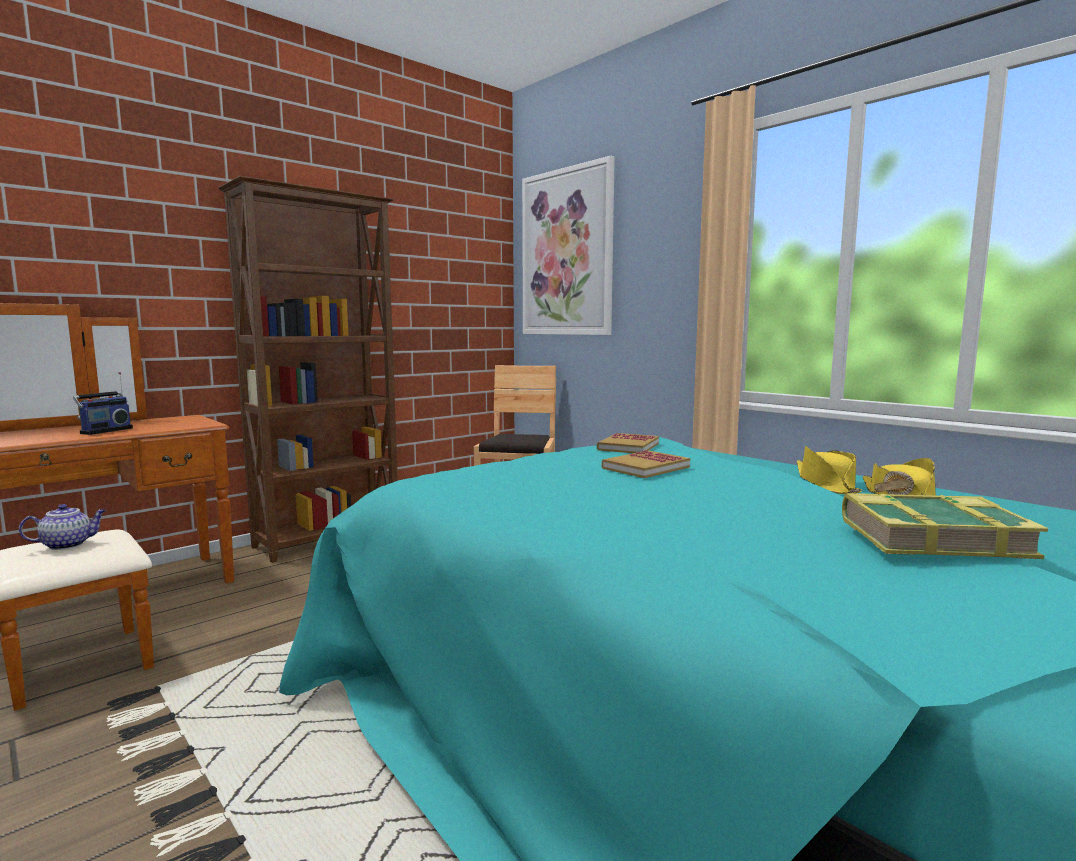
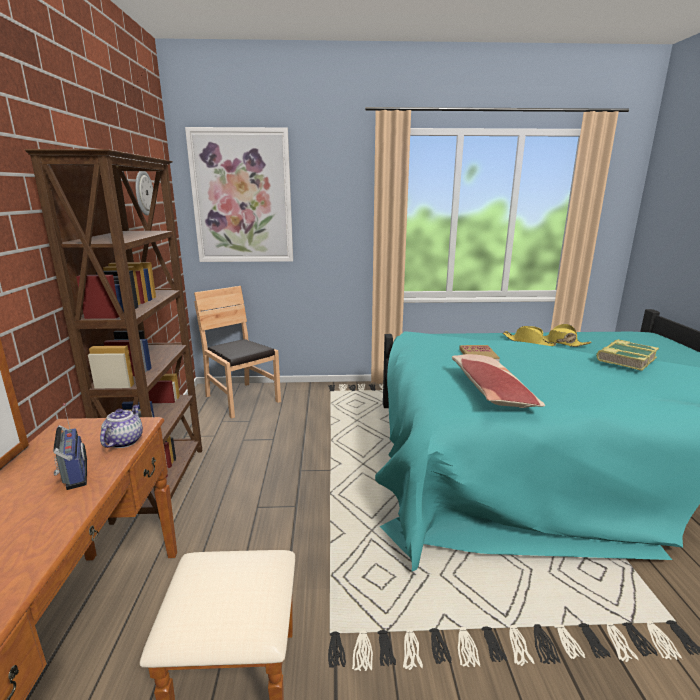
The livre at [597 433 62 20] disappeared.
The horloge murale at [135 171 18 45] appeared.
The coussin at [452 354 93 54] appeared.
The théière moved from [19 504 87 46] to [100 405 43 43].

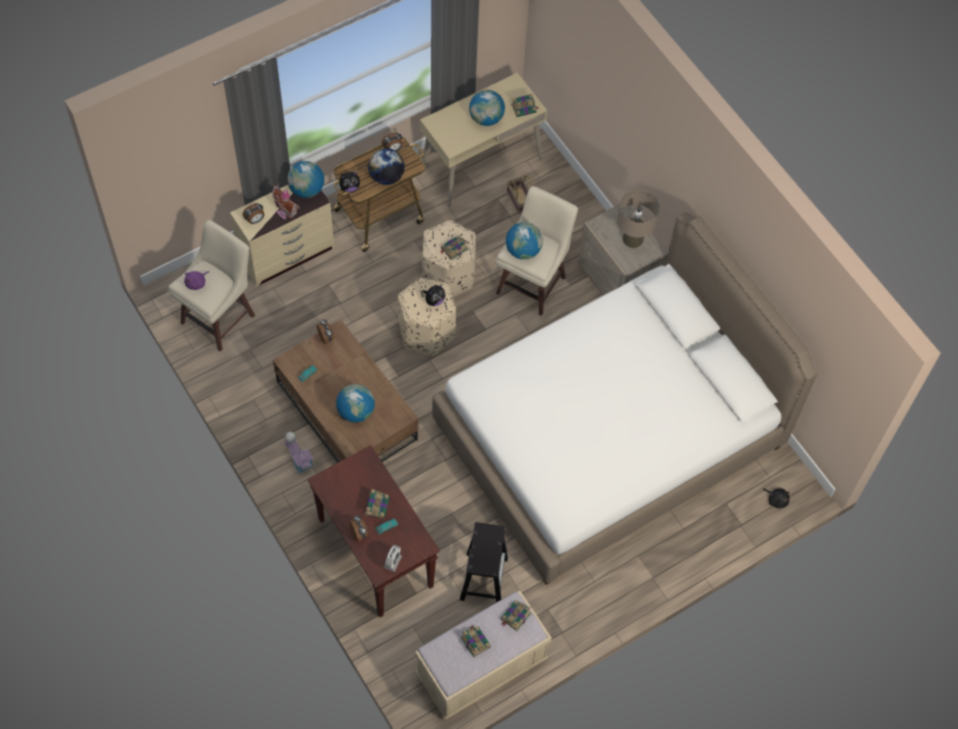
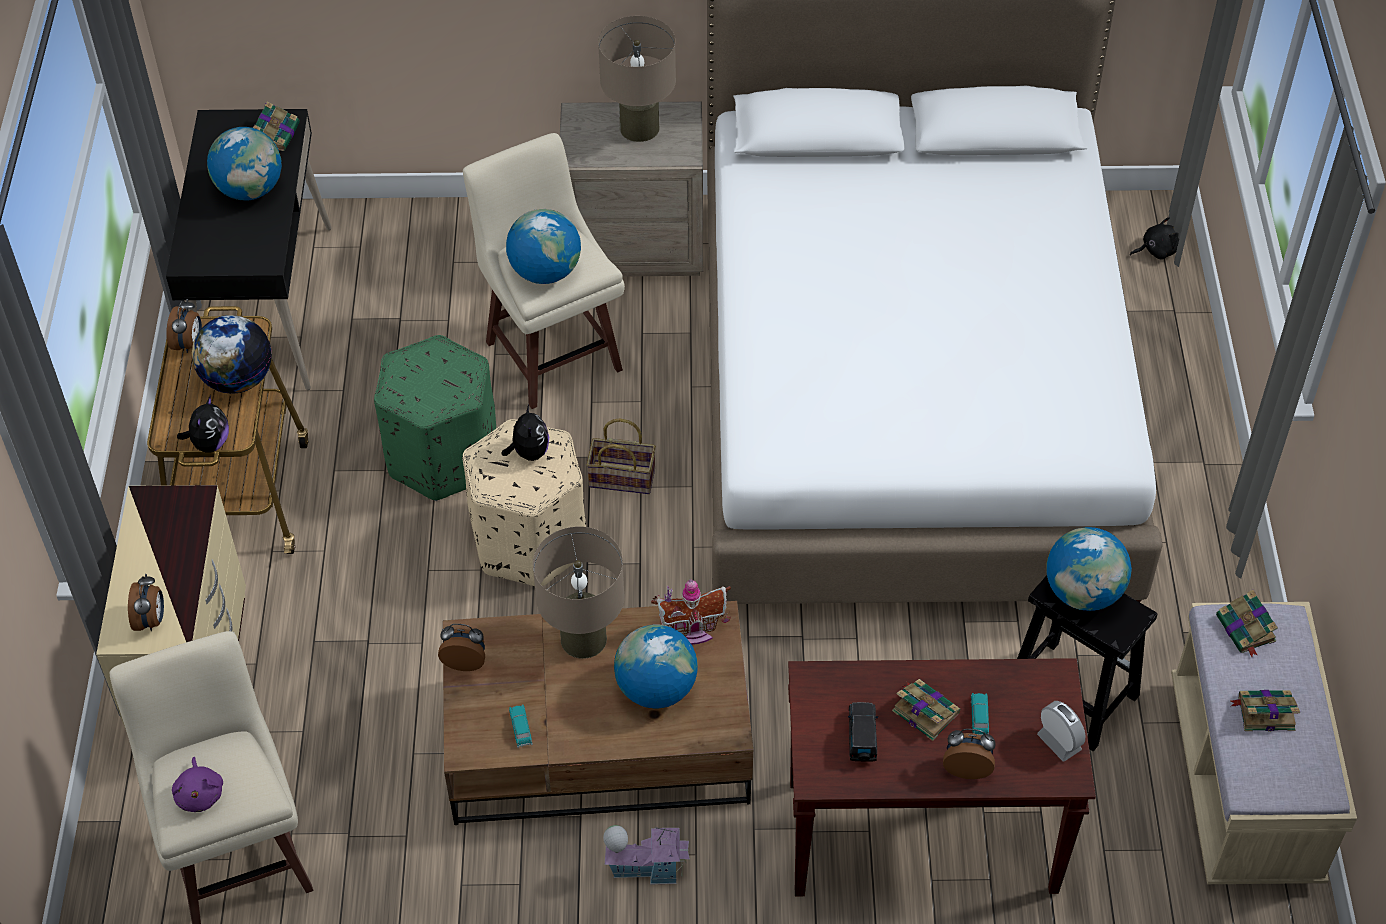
The livre at [440 235 28 25] disappeared.
The lampe de table [beige] at [533 527 92 132] appeared.
The petite voiture [noir] at [848 702 30 60] appeared.
The maison miniature moved from [272 184 27 36] to [651 579 80 66].
The globe moved from [287 161 37 37] to [1046 527 86 84].
The panier moved from [507 175 25 39] to [586 418 70 76].
The bureau [beige] at [420 73 127 134] became the bureau [noir] at [166 109 165 281].
The pouf [beige] at [422 220 54 77] became the pouf [vert] at [374 335 122 166].

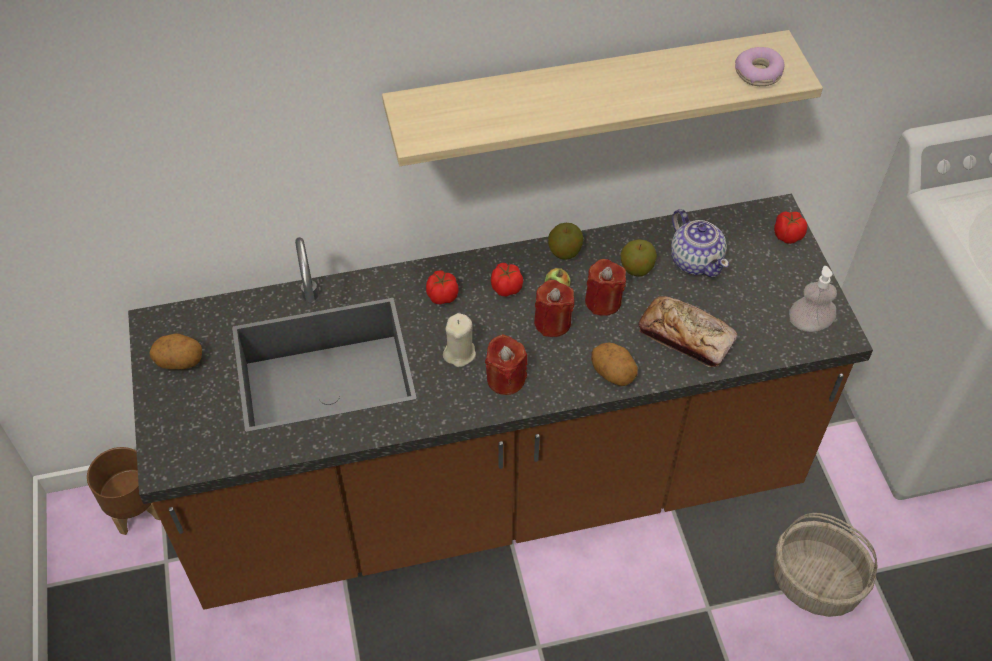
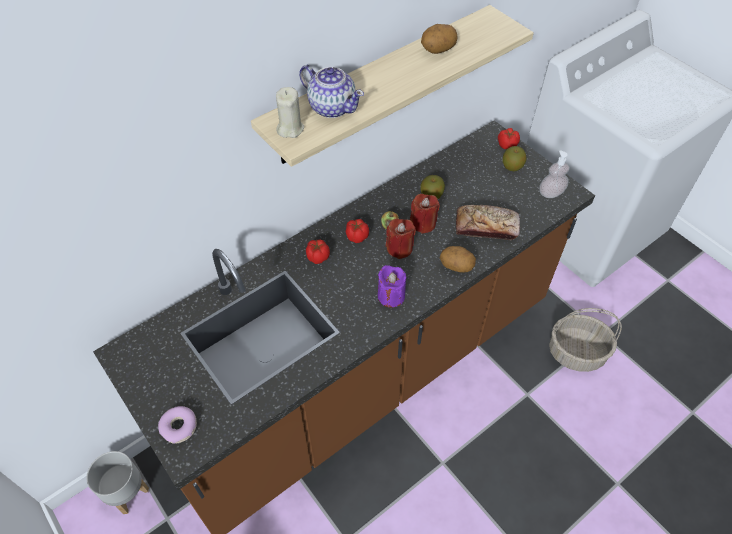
The pomme de terre moved from [149 334 53 35] to [421 24 37 30].
The bougie [beige] moved from [443 313 33 54] to [276 87 28 51].
The pomme moved from [548 223 35 37] to [502 146 24 25].
The théière moved from [671 209 58 68] to [299 65 65 53].
The beignet moved from [735 47 50 39] to [158 406 39 38].
The cache-pot [marron] at [87 447 73 88] became the cache-pot [gris] at [87 451 62 63].
The bougie [rouge] at [485 334 43 61] became the bougie [violet] at [378 265 29 43].

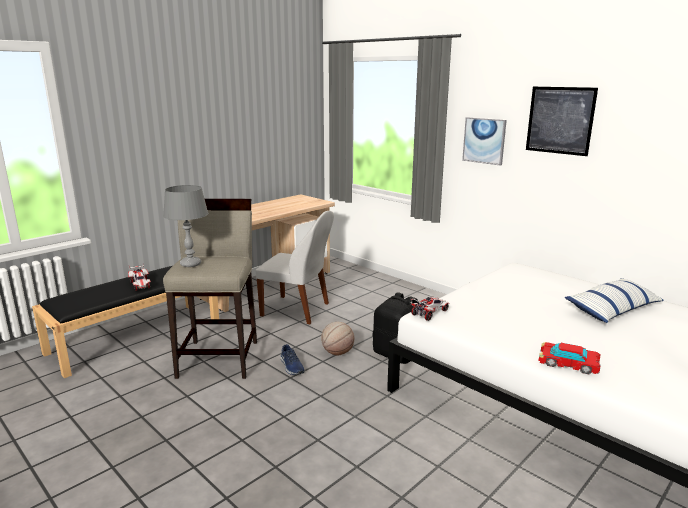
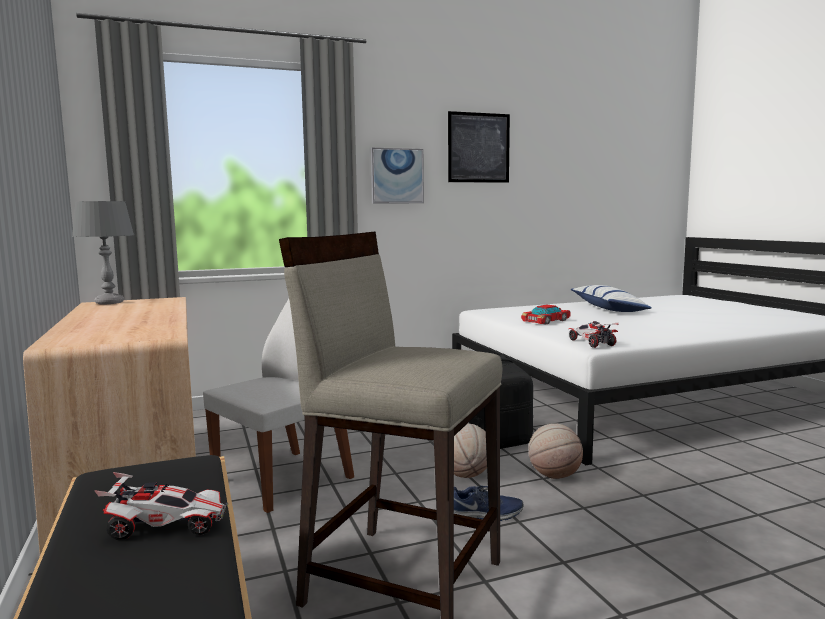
The ballon de basket at [528 424 55 55] appeared.
The lampe de table [gris] moved from [163 185 45 82] to [72 201 62 103].
The petite voiture moved from [539 342 62 32] to [521 305 50 20].

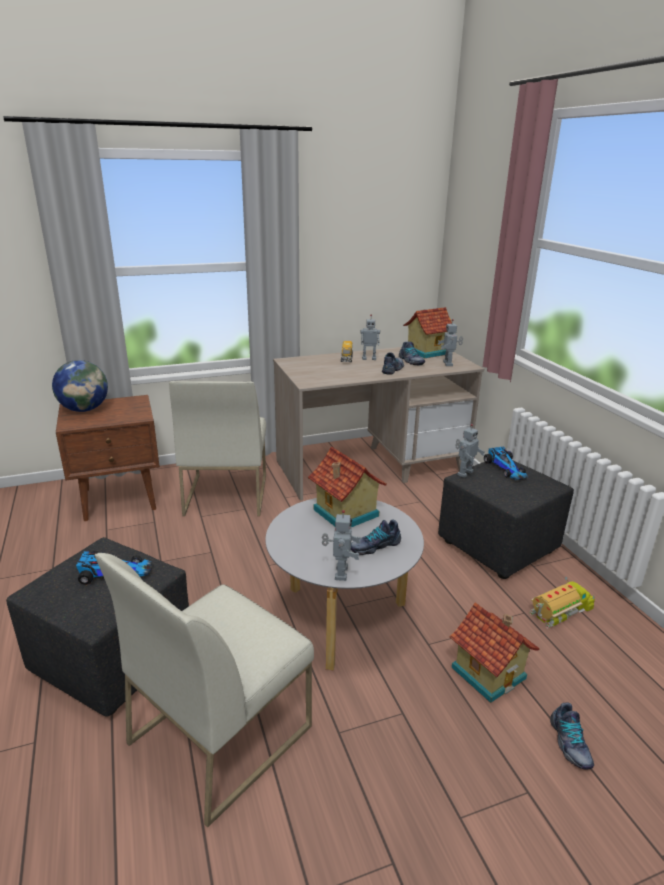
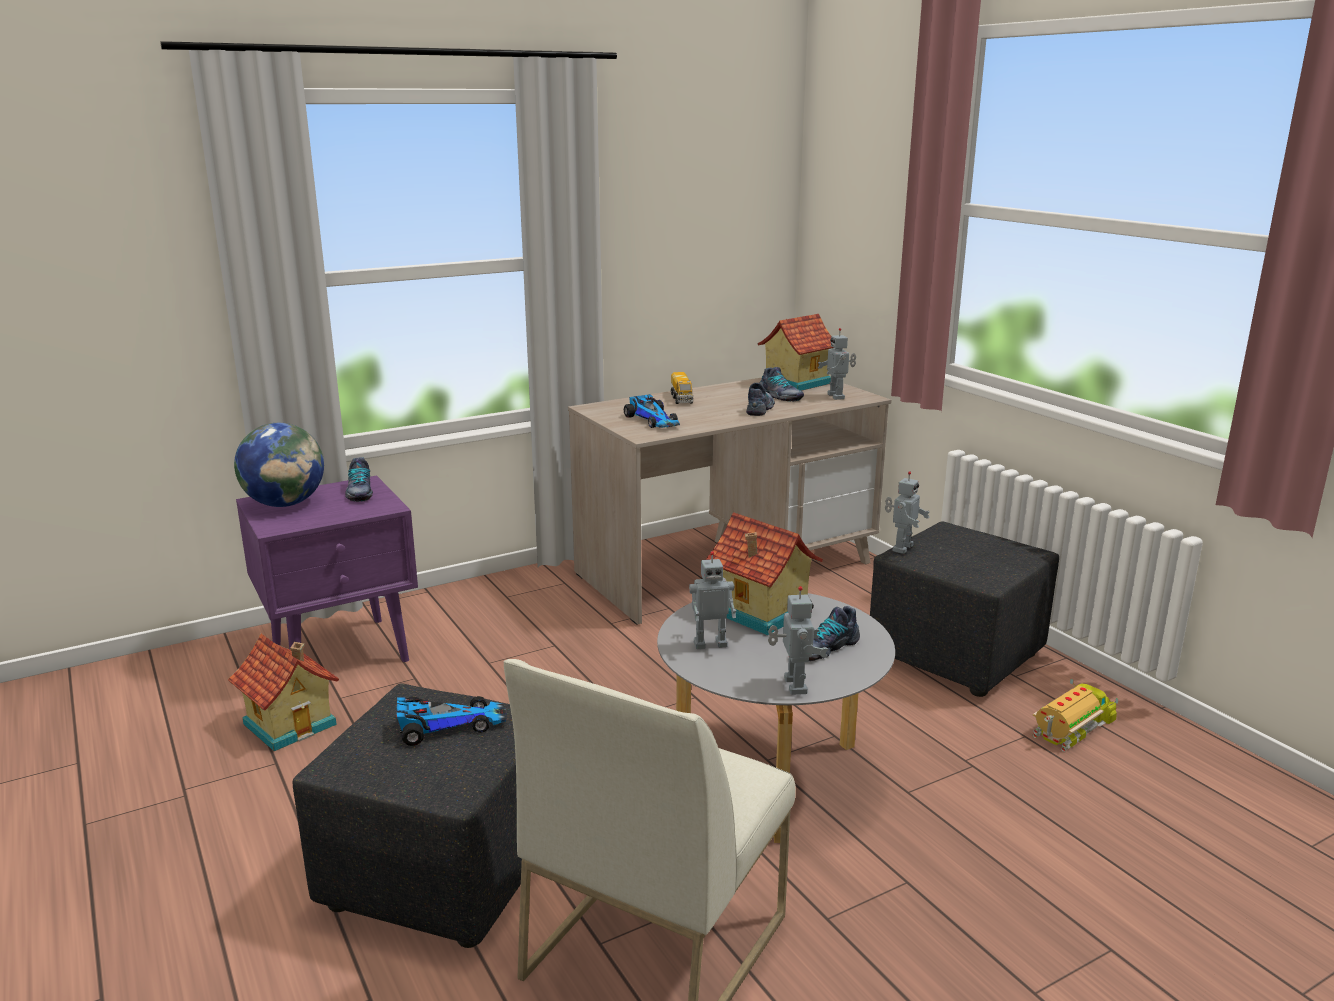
The chaise [blanc] at [169 381 97 135] disappeared.
The robot jouet moved from [361 315 19 45] to [689 551 47 98].
The maison miniature moved from [450 602 90 101] to [228 634 111 117].
The petite voiture moved from [484 446 44 34] to [623 394 57 34].
The chaussure moved from [550 703 44 67] to [345 457 28 45].
The table de chevet [marron] at [56 395 104 126] became the table de chevet [violet] at [236 476 182 186].

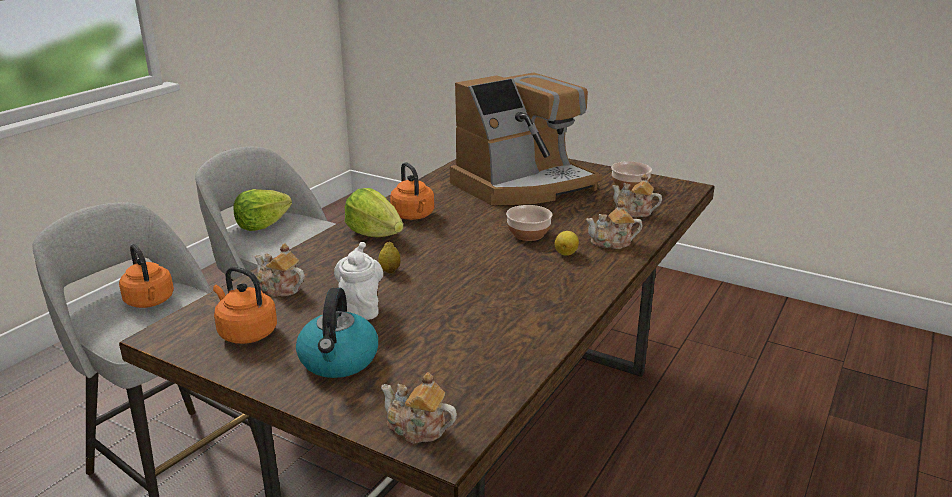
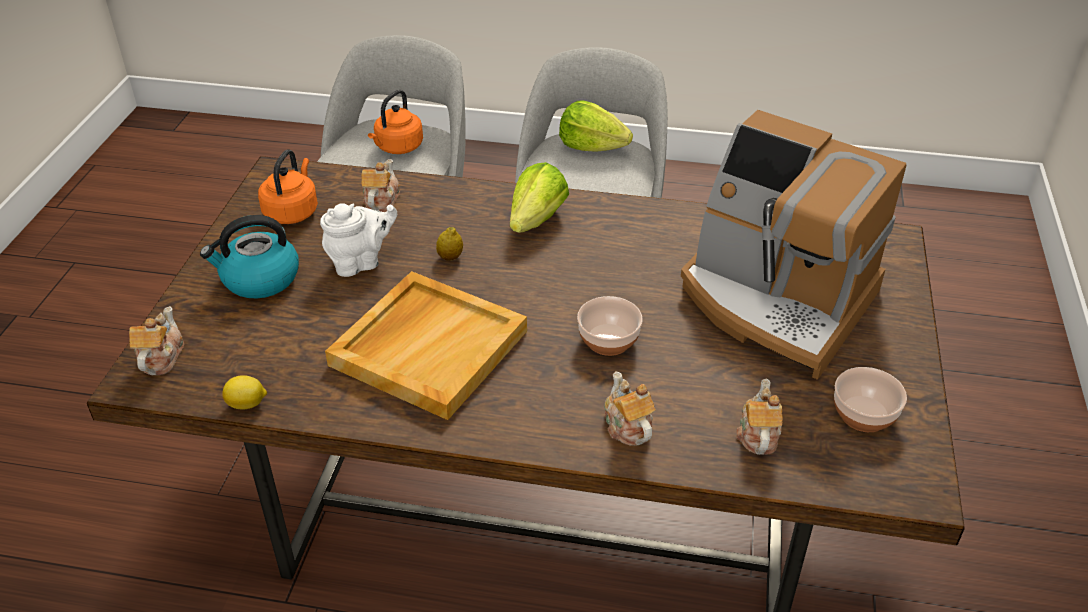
The bouilloire [orange] at [390 162 44 58] disappeared.
The plateau [beige] at [325 271 202 149] appeared.
The citron moved from [555 231 24 25] to [222 375 45 34].

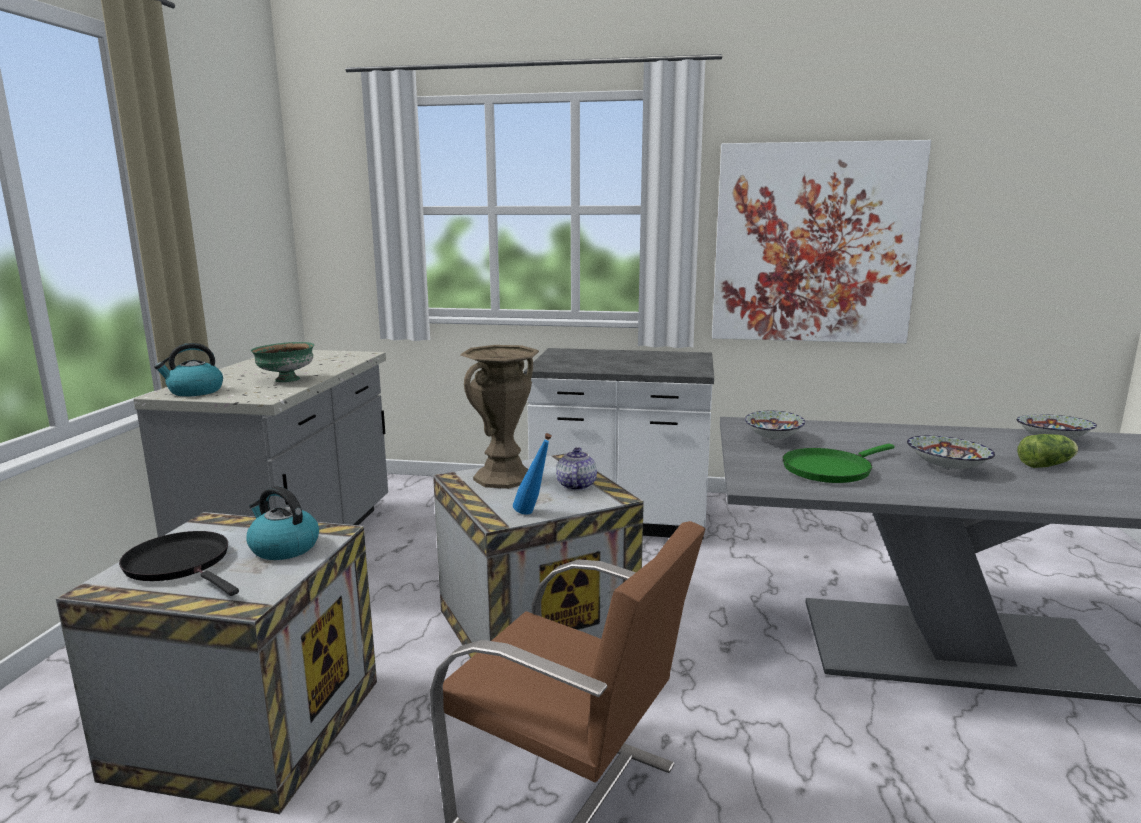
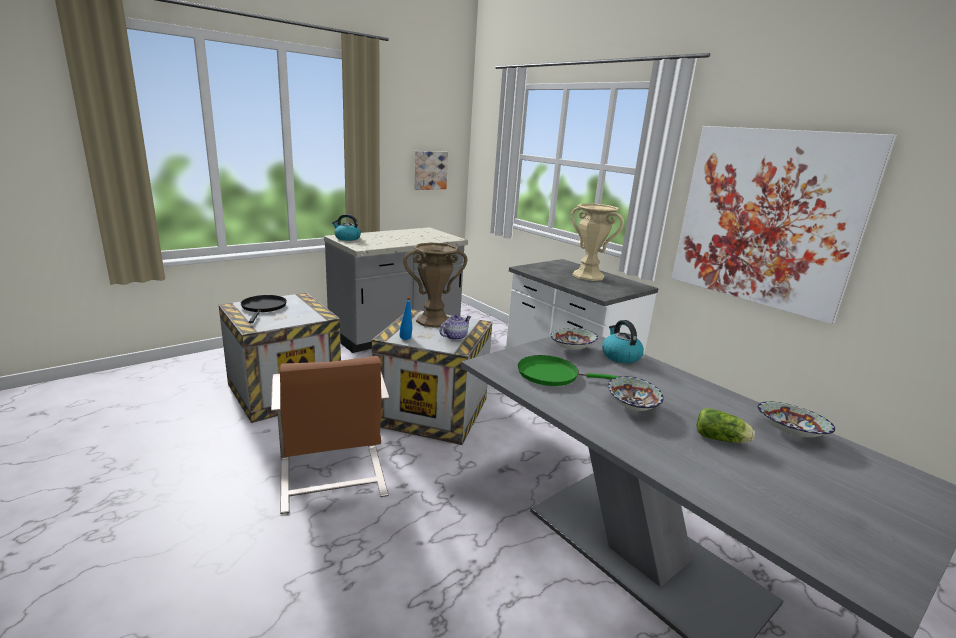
The bol [vert] at [251 342 63 40] disappeared.
The tableau at [414 151 34 39] appeared.
The vase [beige] at [571 203 53 78] appeared.
The bouilloire moved from [246 486 73 74] to [602 320 42 43].

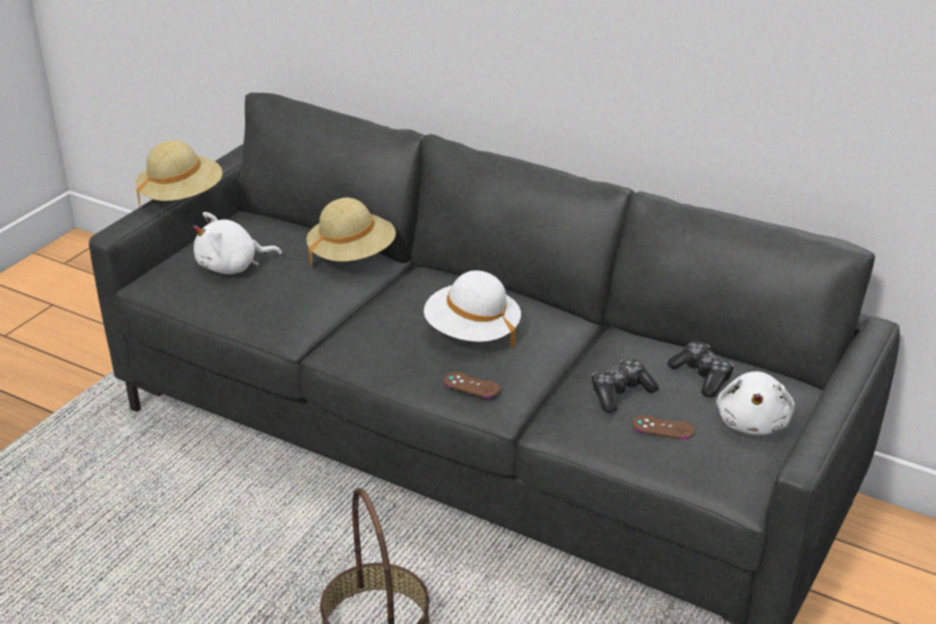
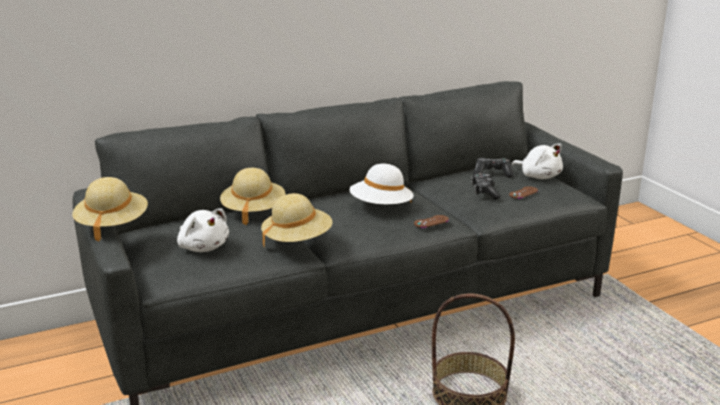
The chapeau [beige] at [261 193 72 54] appeared.
The peluche [blanc] at [193 212 89 62] turned 60 degrees counterclockwise.

